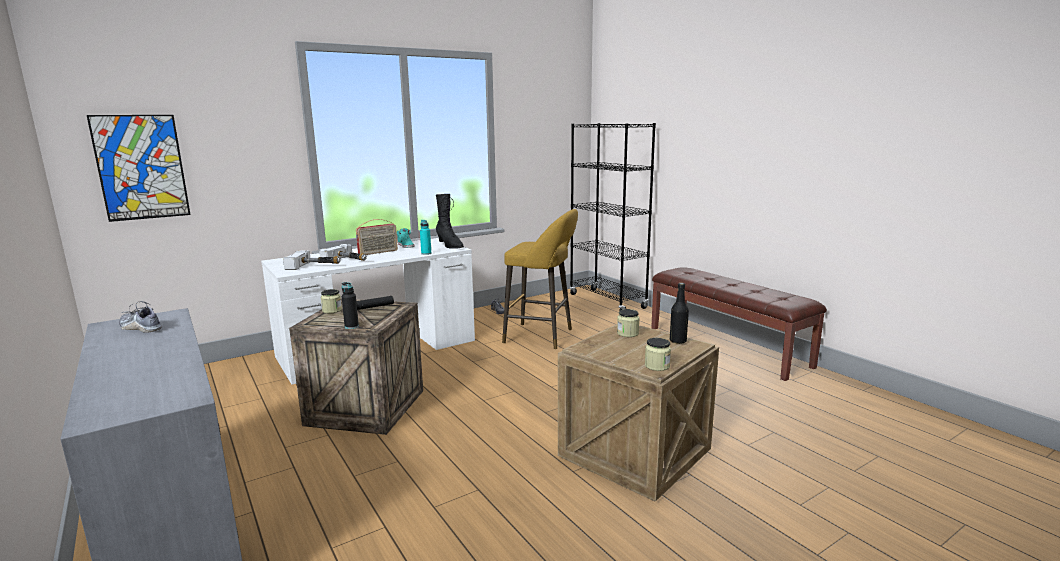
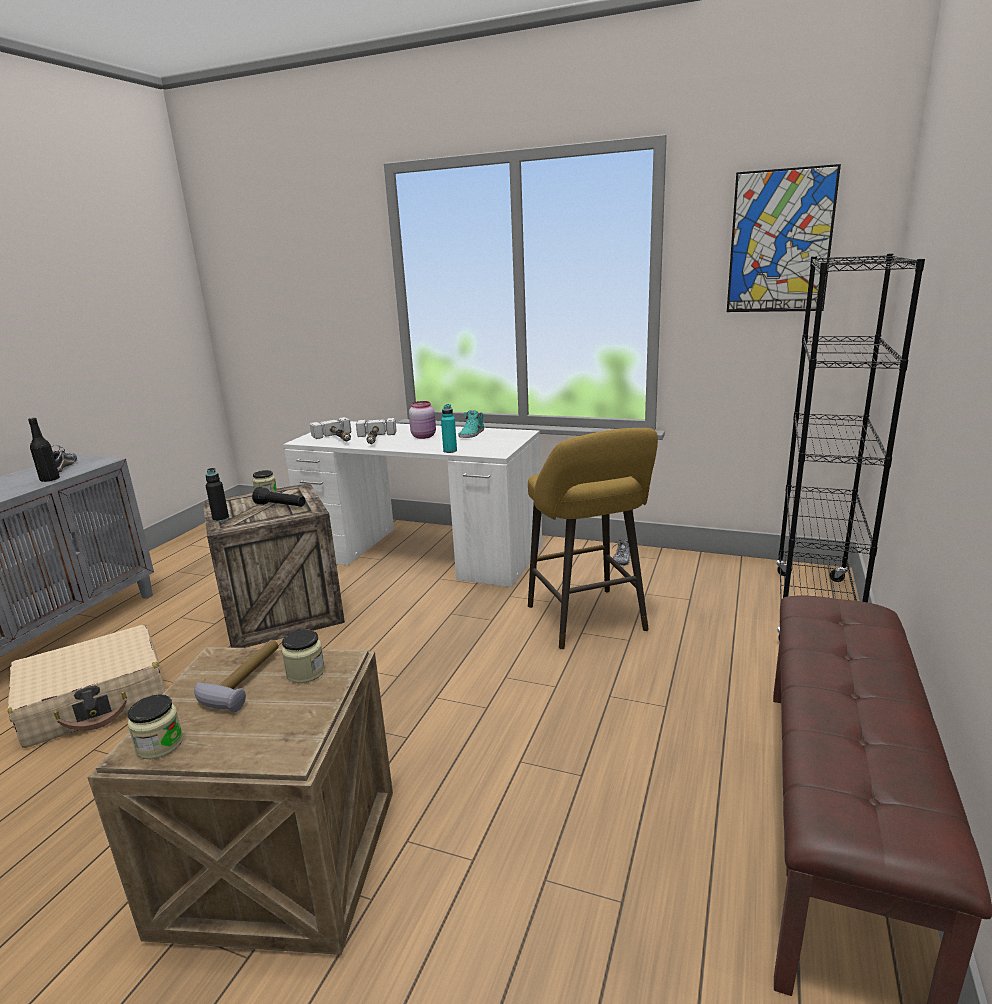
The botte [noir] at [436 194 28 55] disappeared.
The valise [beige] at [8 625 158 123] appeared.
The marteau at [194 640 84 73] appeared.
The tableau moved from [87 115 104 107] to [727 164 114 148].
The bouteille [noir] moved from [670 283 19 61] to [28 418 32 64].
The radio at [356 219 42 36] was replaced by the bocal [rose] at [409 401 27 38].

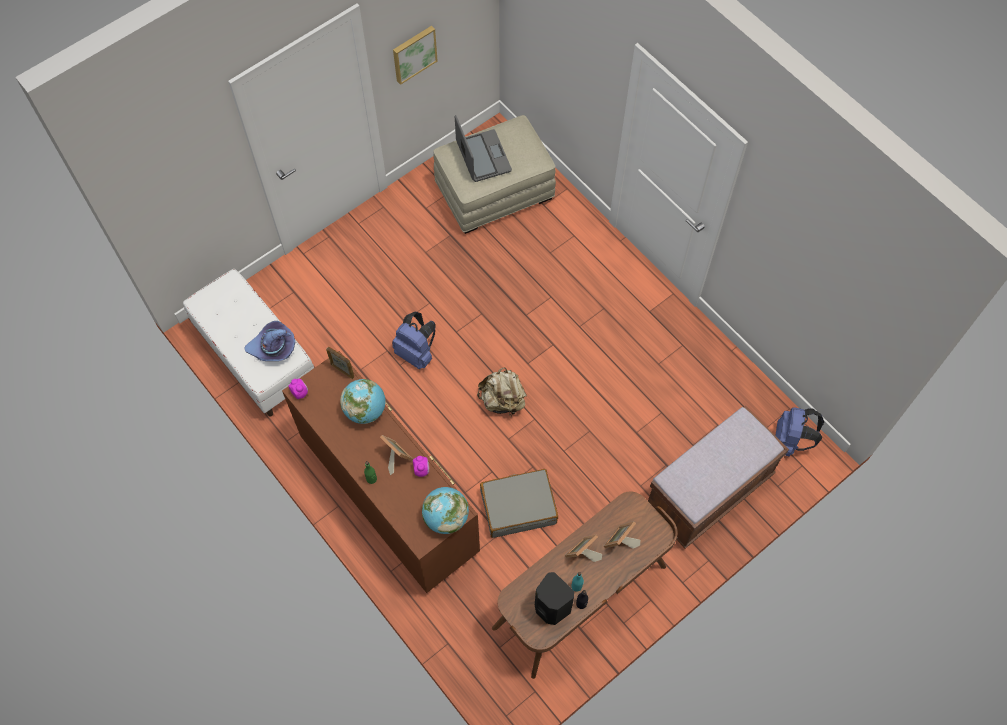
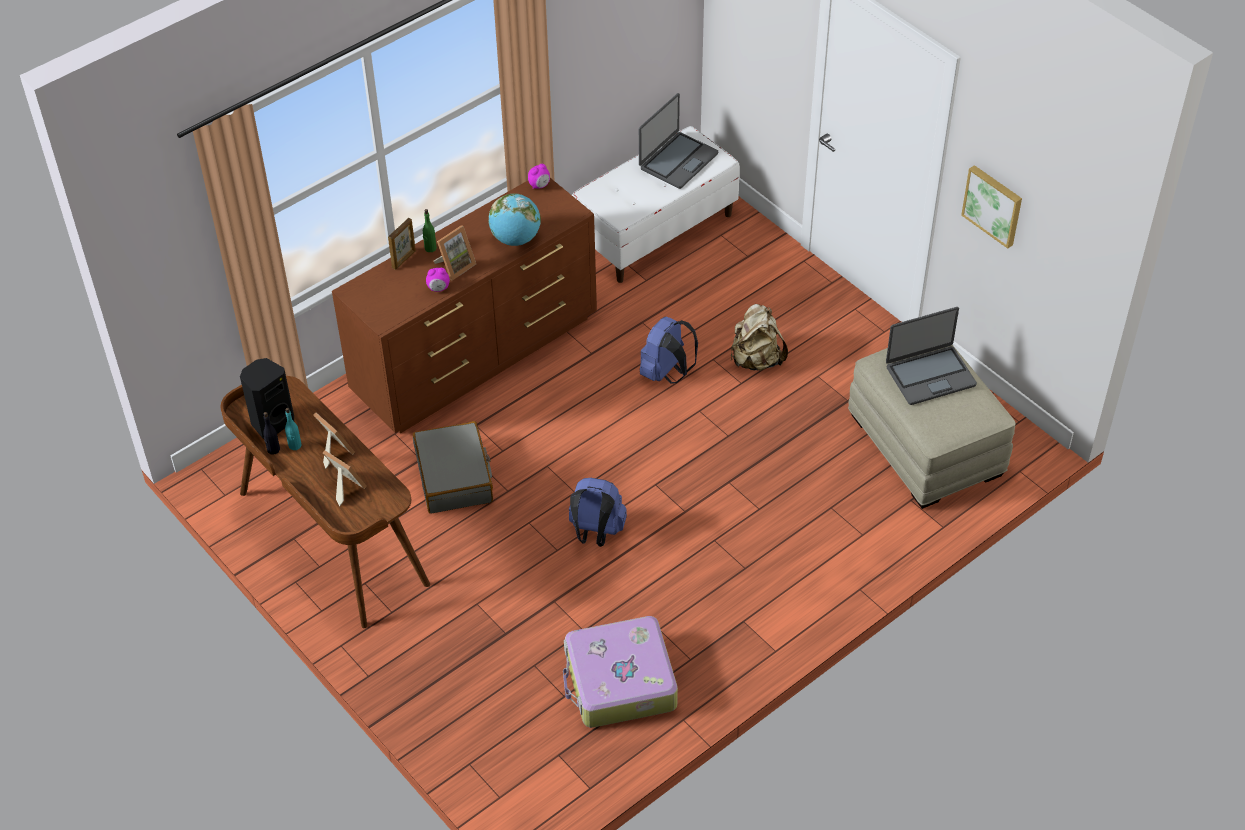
The chapeau [violet] at [244 321 51 40] disappeared.
The globe at [422 487 47 47] disappeared.
The banc [marron] at [648 406 141 143] disappeared.
The valise at [563 616 115 112] appeared.
The ordinateur portable at [639 93 79 96] appeared.
The cadre photo moved from [326 347 28 32] to [388 218 28 52].
The sac à dos [beige] moved from [477 367 50 50] to [731 304 57 67].
The sac à dos [bleu] moved from [775 407 49 50] to [569 478 58 69].

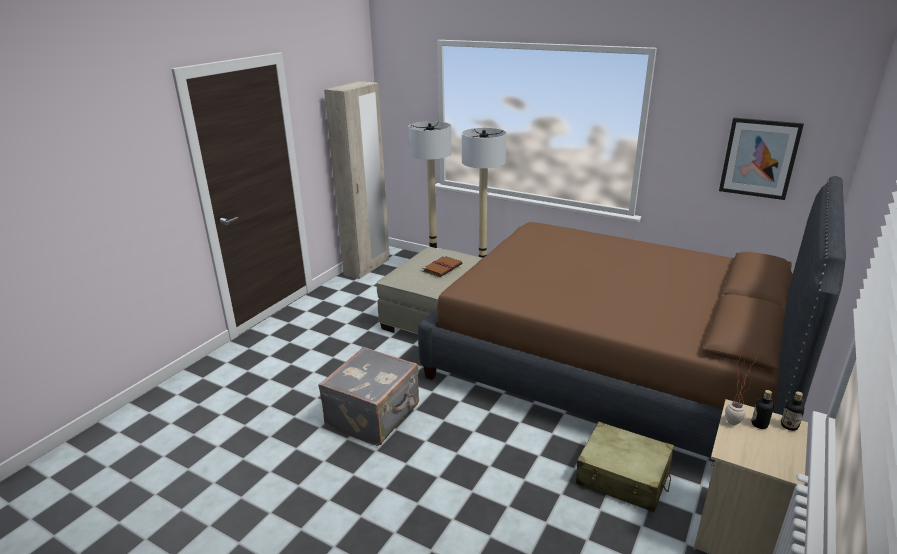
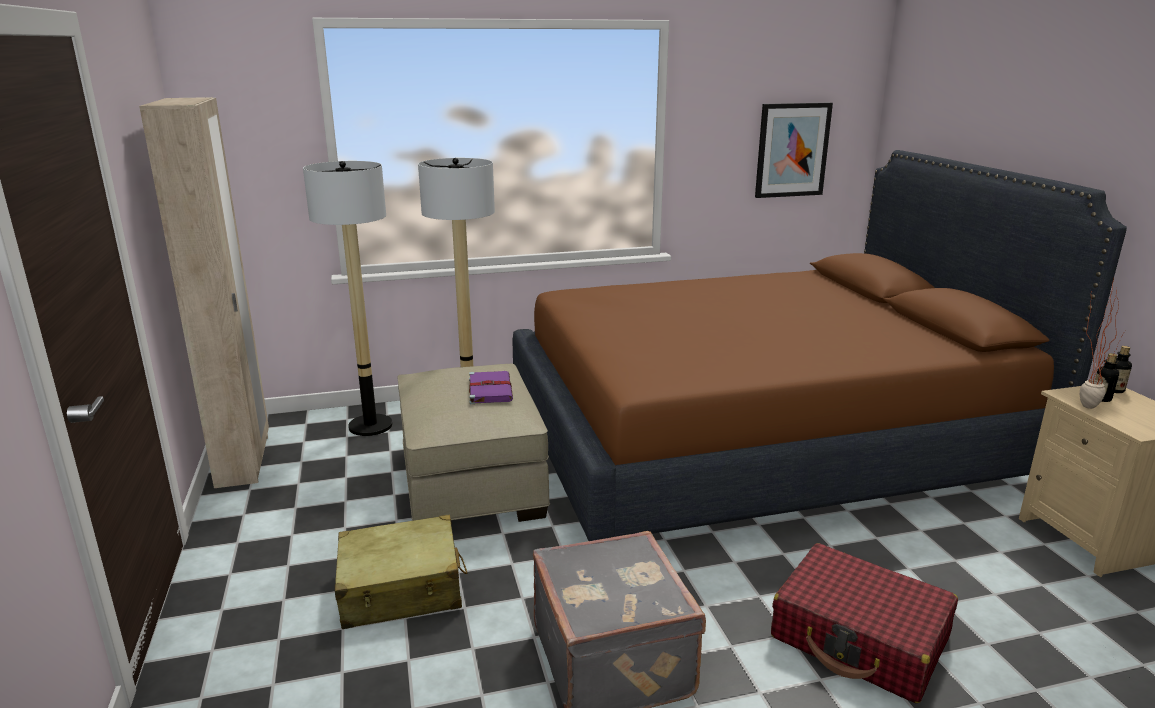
The valise [rouge] at [771 543 187 160] appeared.
The valise [beige] moved from [576 422 98 90] to [335 515 132 114].
The livre [marron] at [422 256 40 21] became the livre [violet] at [469 371 44 33].

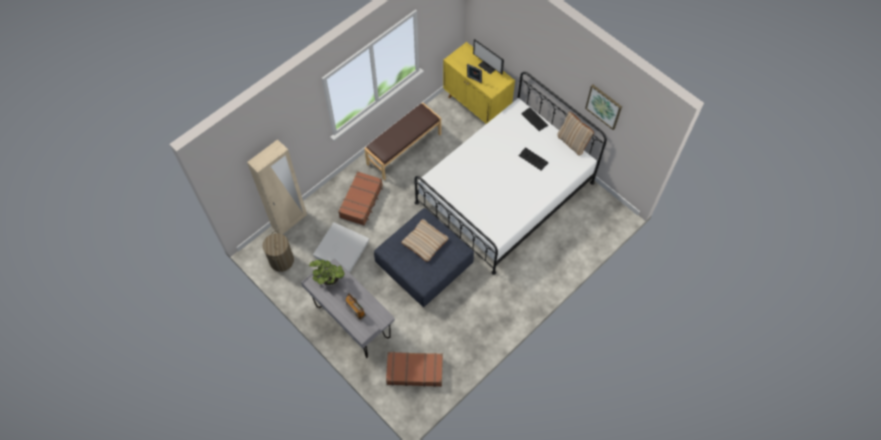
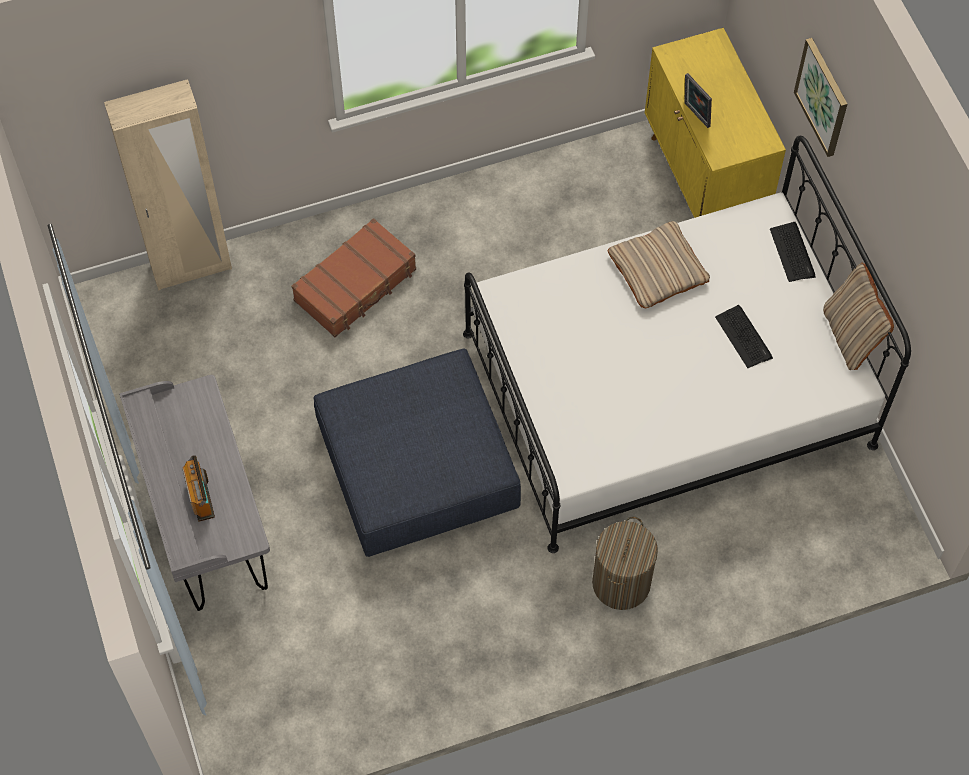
The plante en pot at [309 260 35 26] disappeared.
The boîte de rangement [blanc] at [313 222 56 51] disappeared.
The banc [marron] at [364 103 77 77] disappeared.
The valise [marron] at [386 352 57 35] disappeared.
The écran d'ordinateur at [473 39 31 35] disappeared.
The panier à linge moved from [263 231 31 41] to [592 517 66 93].
The coussin [beige] moved from [401 219 47 43] to [608 221 102 87].
The tableau moved from [585 85 37 45] to [794 38 54 119].

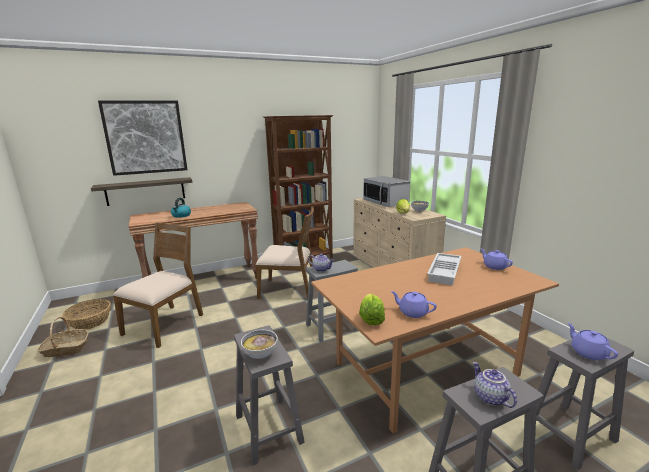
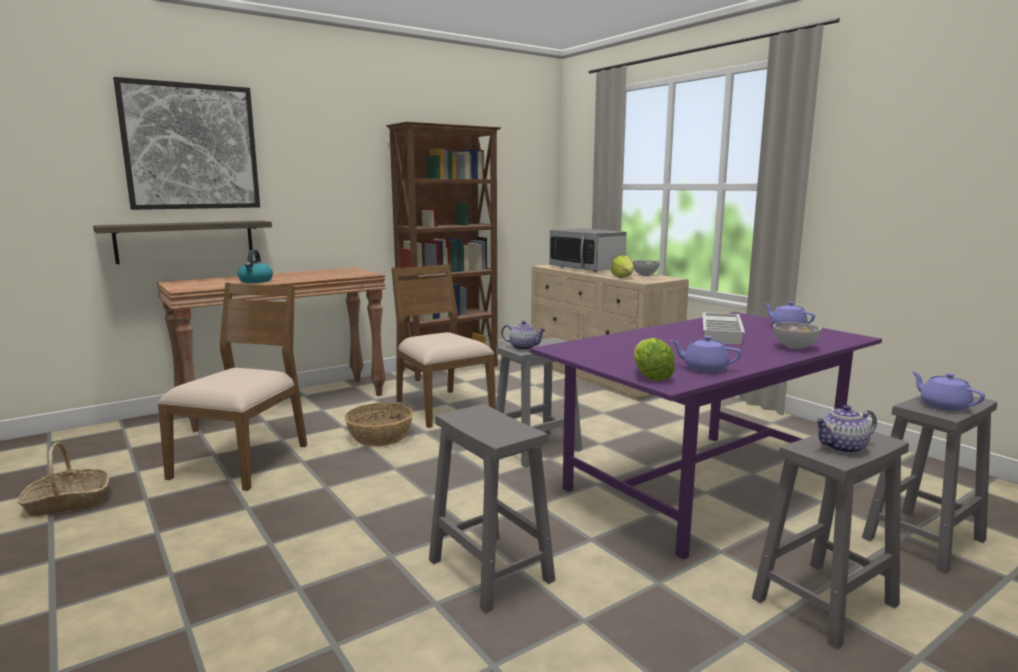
The panier moved from [62 299 49 31] to [345 403 69 43].
The bol moved from [241 330 37 29] to [773 322 48 28].
The table à manger [marron] at [311 247 248 187] became the table à manger [violet] at [530 312 352 248].
The chaise [marron] at [256 206 59 93] turned 120 degrees counterclockwise.
The théière at [473 362 44 46] turned 75 degrees counterclockwise.

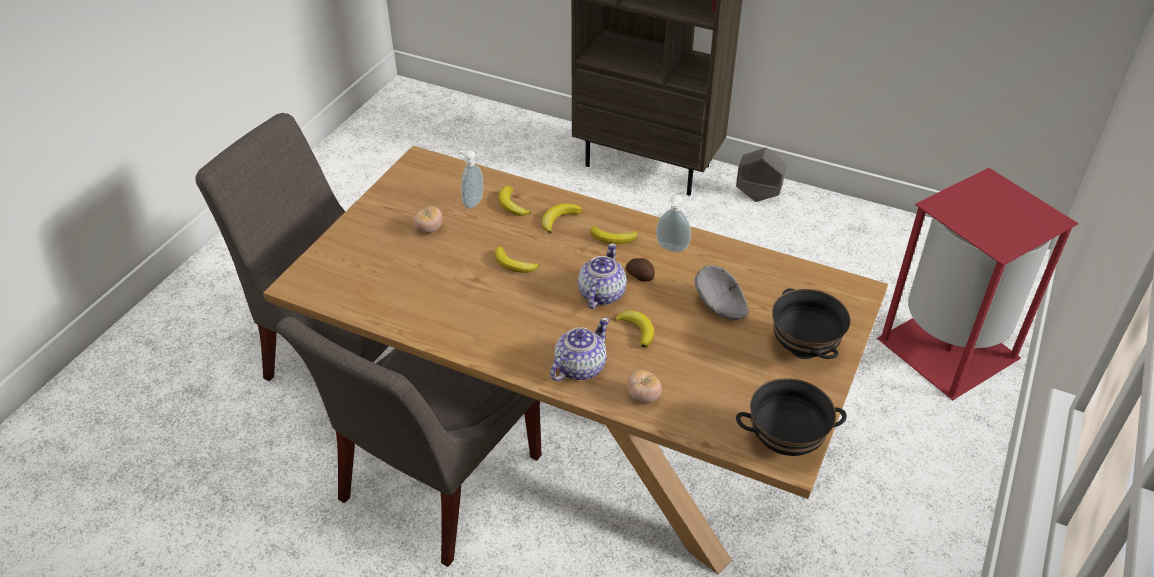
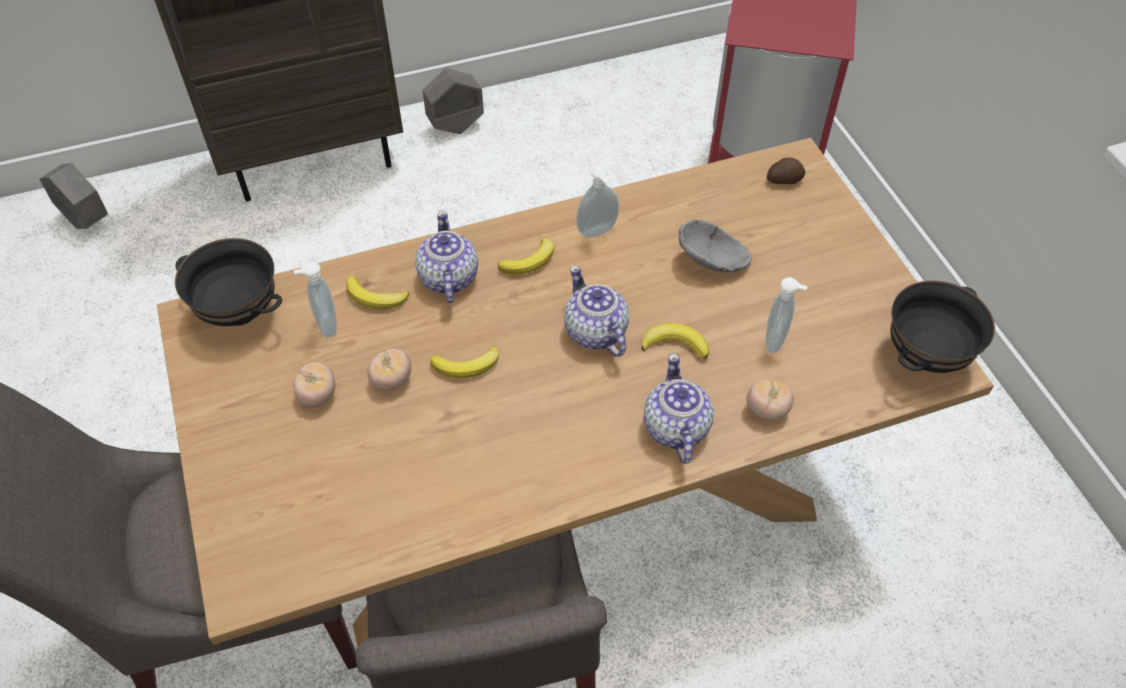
The cache-pot [gris] at [39 163 69 66] appeared.
The tomate at [367 349 44 41] appeared.
The distributeur de savon at [766 277 42 76] appeared.
The pomme de terre moved from [626 258 29 24] to [766 157 40 27].
The bol [noir] moved from [772 289 79 70] to [175 238 107 88].
The banane at [542 203 40 31] was replaced by the théière at [415 210 63 93].

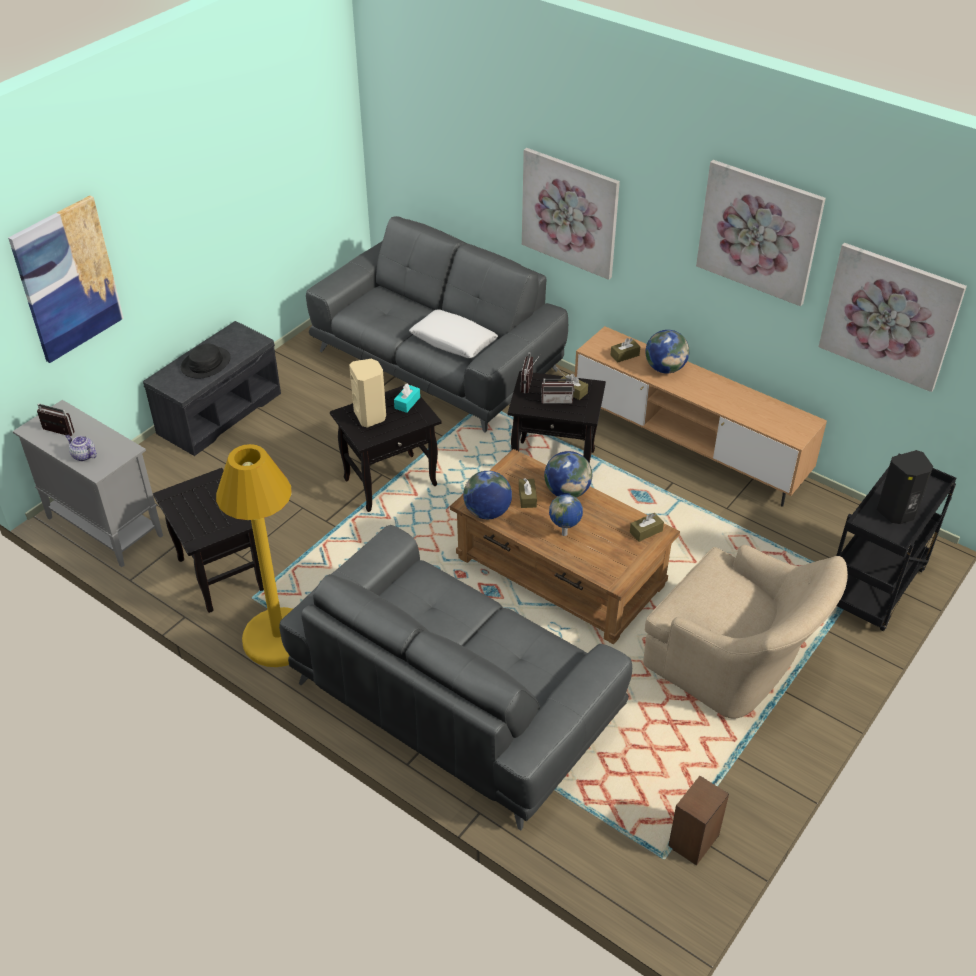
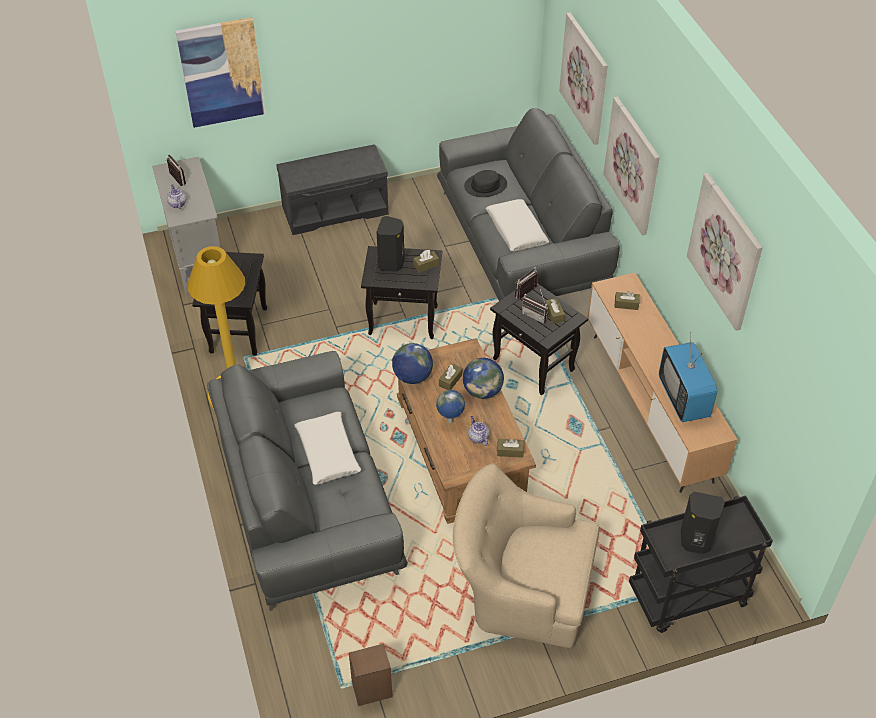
The globe at [645 330 44 43] disappeared.
The coussin [blanc] at [294 412 67 73] appeared.
The théière at [468 416 22 30] appeared.
The téléviseur at [659 332 58 90] appeared.
The chapeau [noir] moved from [181 344 50 35] to [464 170 43 27].
The tableau moved from [818 243 149 149] to [559 13 49 132].
The enceinte [beige] at [349 359 37 69] became the enceinte [noir] at [377 216 28 56].
The boîte à mouchoirs [turquoise] at [394 384 26 29] became the boîte à mouchoirs [marron] at [413 250 26 23].
The fauteuil [beige] at [643 545 205 174] turned 120 degrees clockwise.

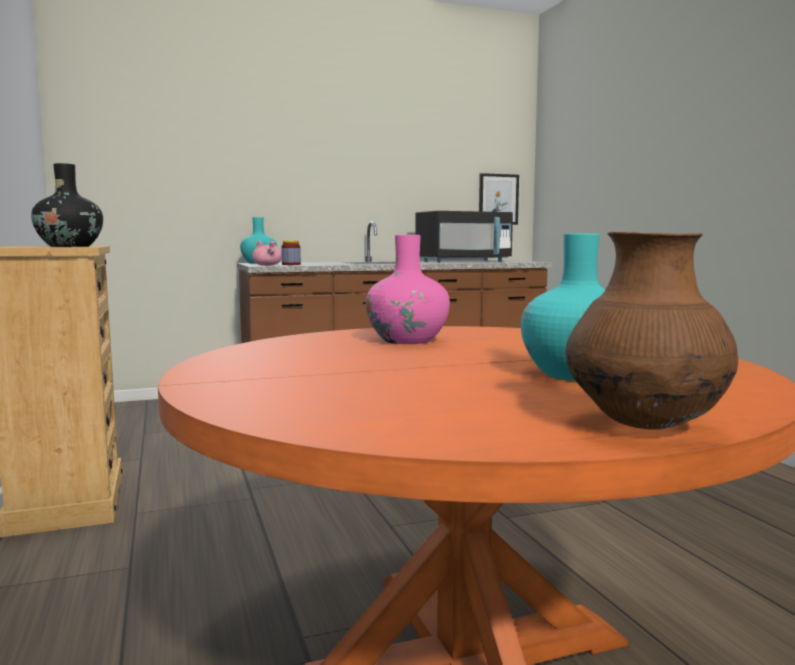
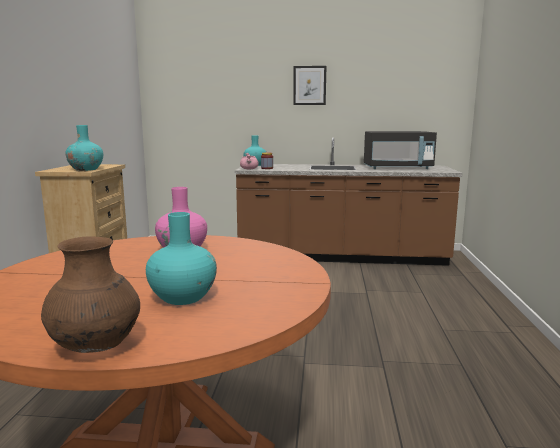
The tableau moved from [479 173 40 52] to [293 66 33 39].
The vase [noir] at [31 163 72 84] became the vase [turquoise] at [65 125 38 46].

